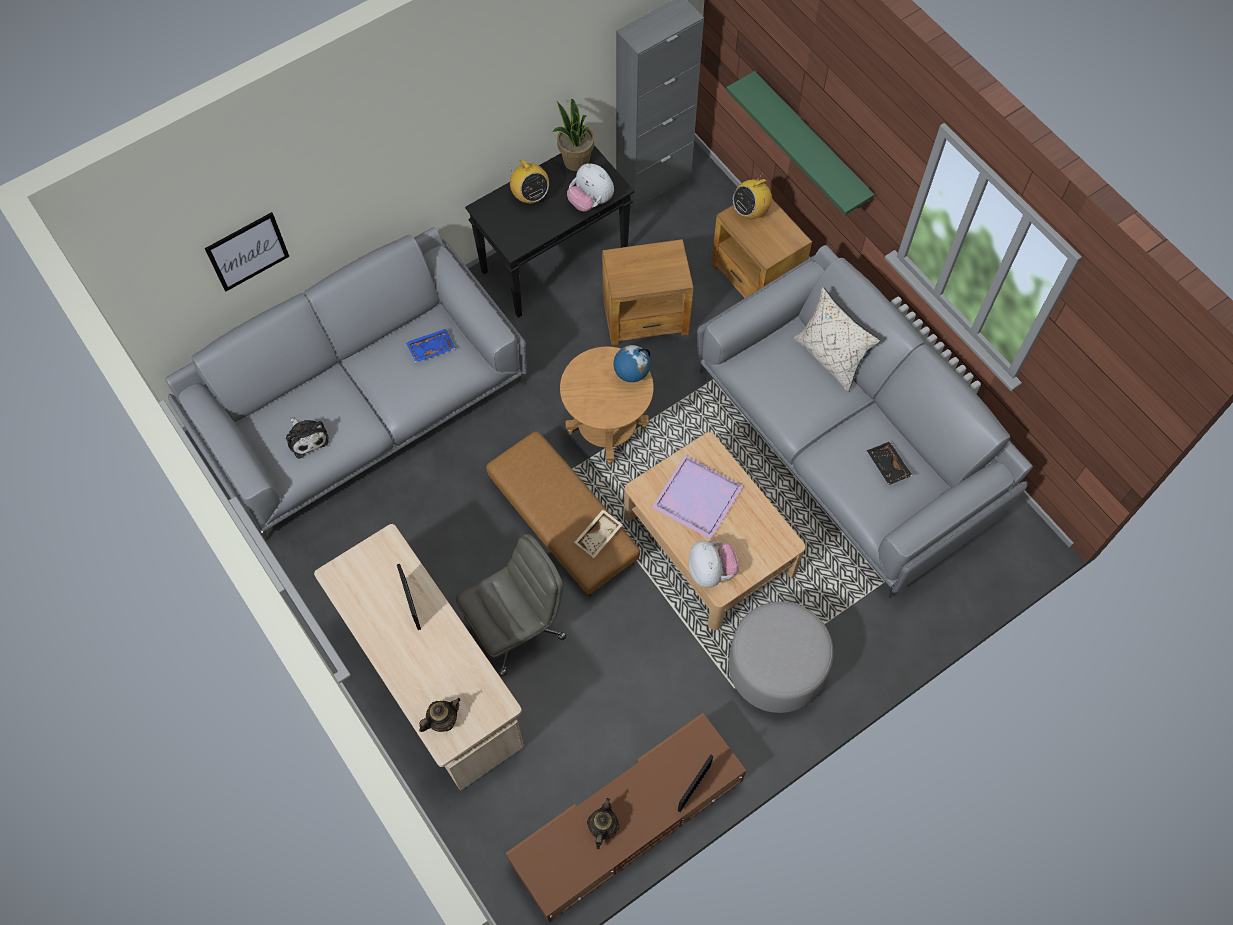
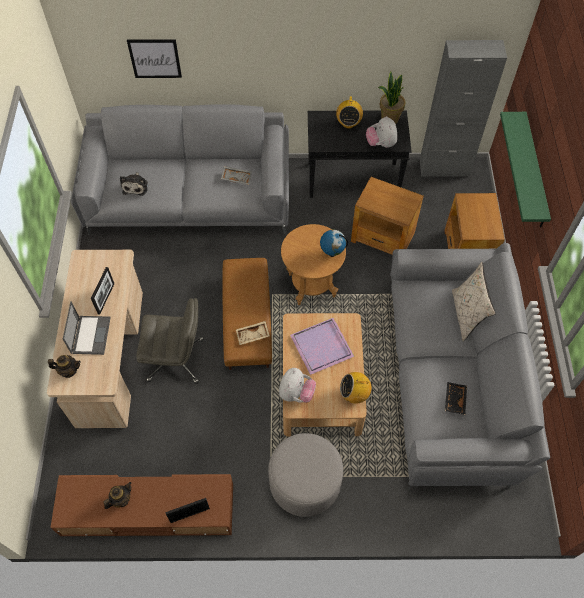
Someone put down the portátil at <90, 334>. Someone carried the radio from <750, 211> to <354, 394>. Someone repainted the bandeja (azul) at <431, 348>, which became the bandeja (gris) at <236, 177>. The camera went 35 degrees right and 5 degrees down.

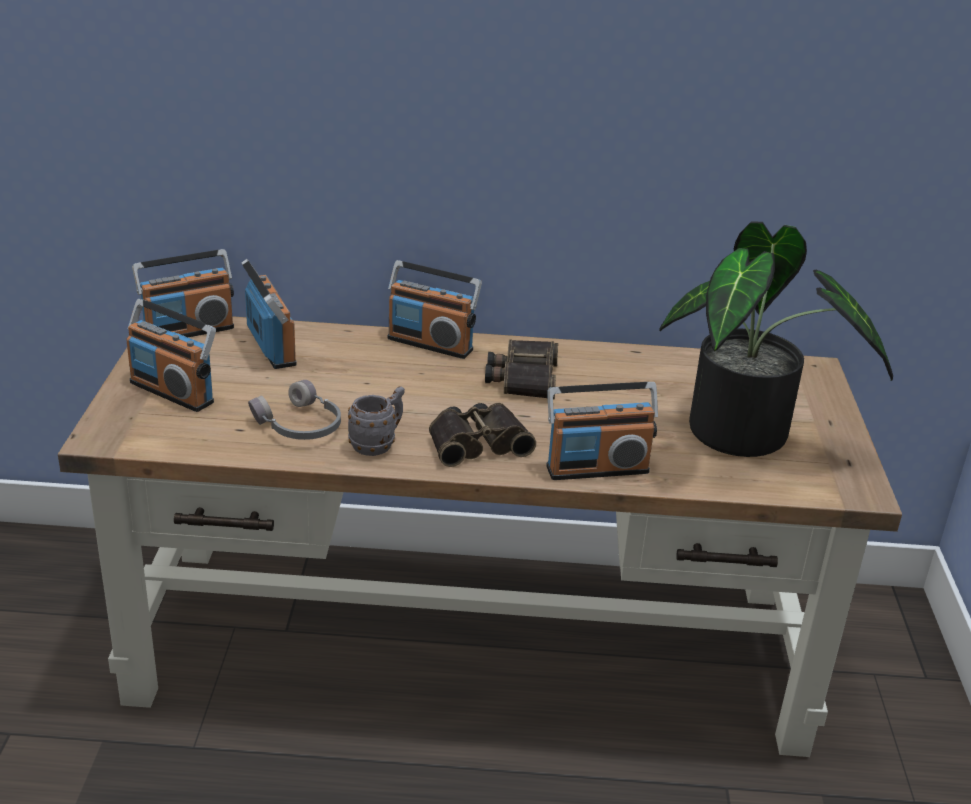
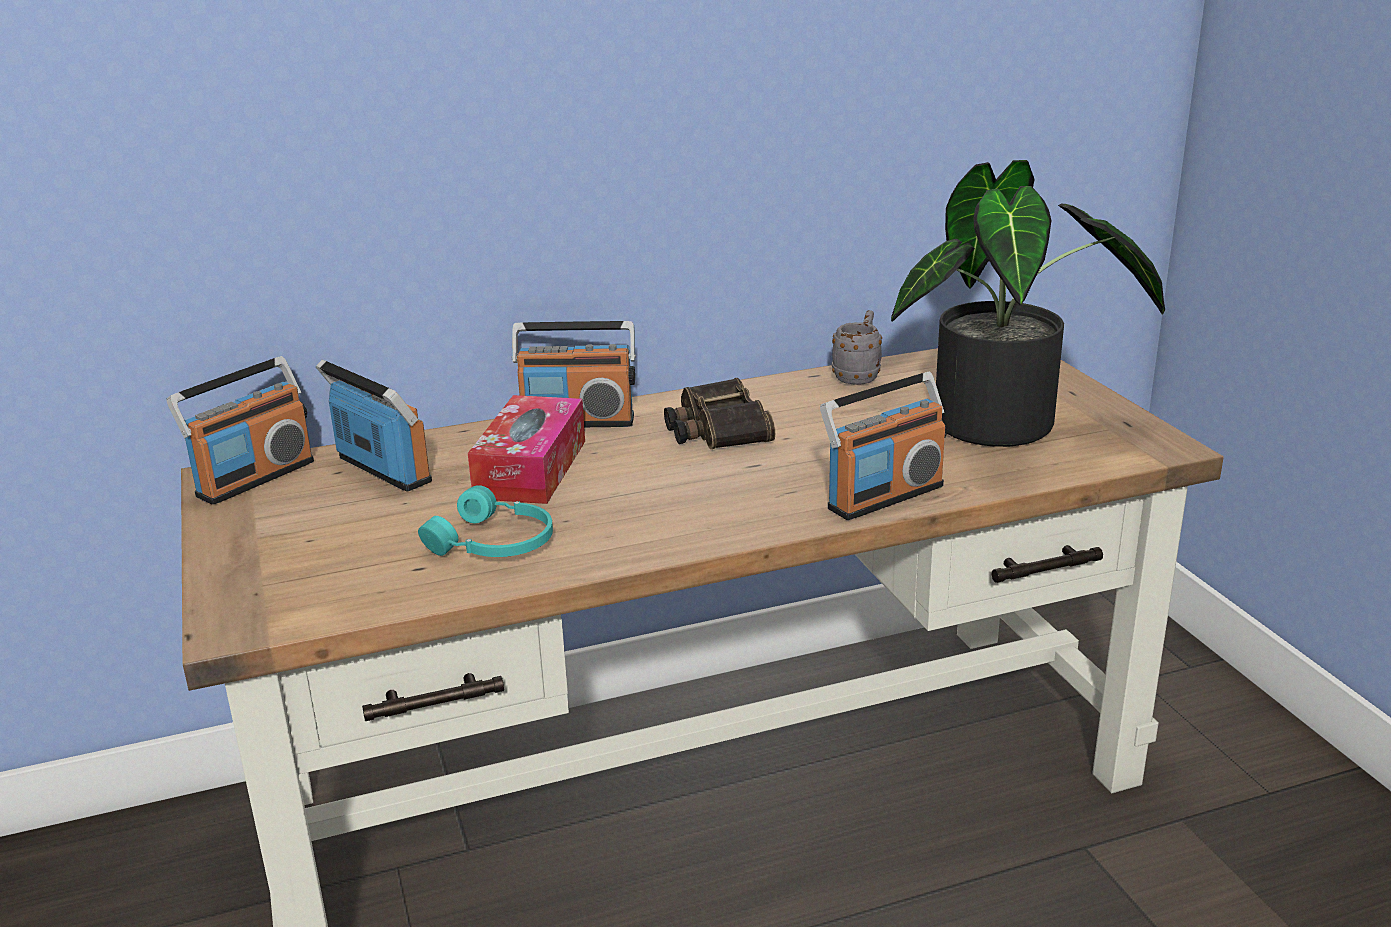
Someone took away the radio at <173, 392>. Someone took away the prismáticos at <477, 442>. Someone put down the caja de pañuelos at <531, 469>. Someone carried the taza grande (gris) from <378, 444> to <858, 376>. Someone repainted the auriculares (gris) at <299, 426>, which became the auriculares (turquesa) at <494, 544>. The camera went 20 degrees left and 5 degrees down.

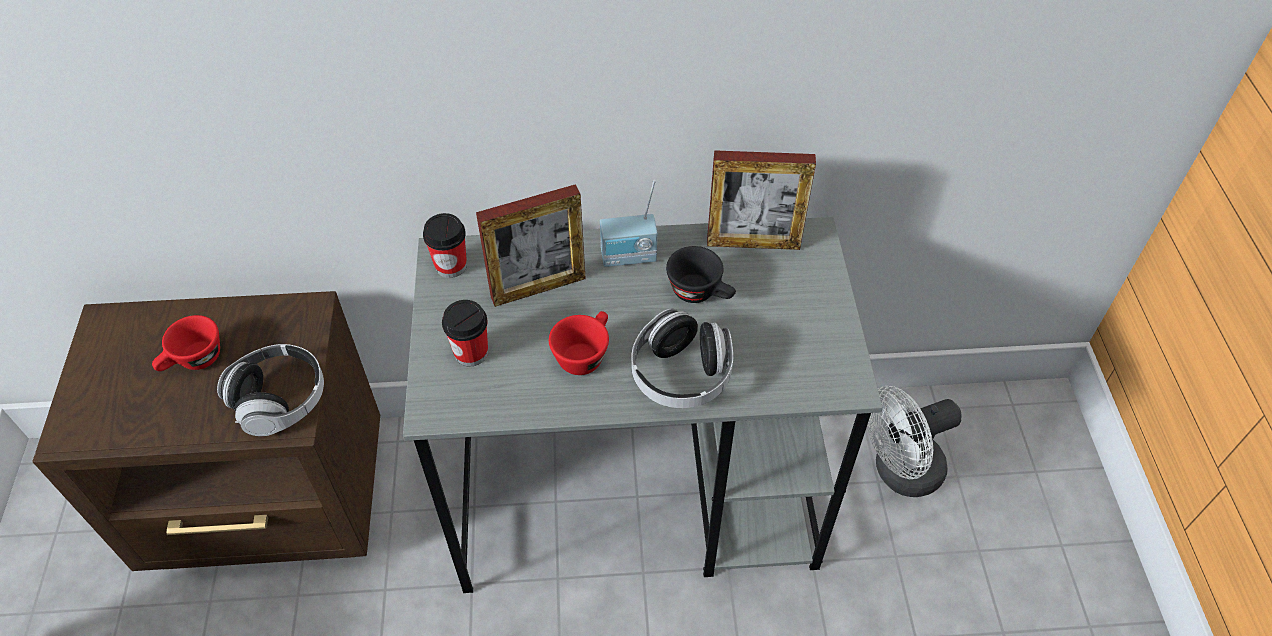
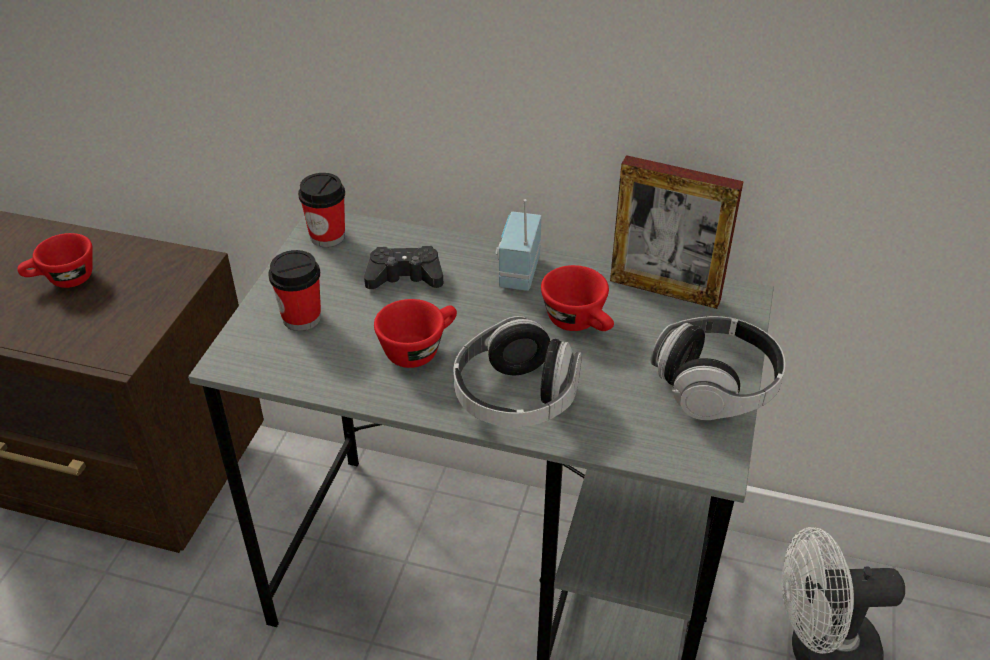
Someone carried the auriculares from <280, 400> to <715, 386>. Someone swapped the portarretratos at <538, 288> for the mando de consola (negro) at <405, 276>. Someone repainted the taza (negro) at <701, 293>, which became the taza (rojo) at <580, 323>. Someone rotated the radio at <629, 258> by 90 degrees clockwise. The camera went 20 degrees right and 10 degrees down.

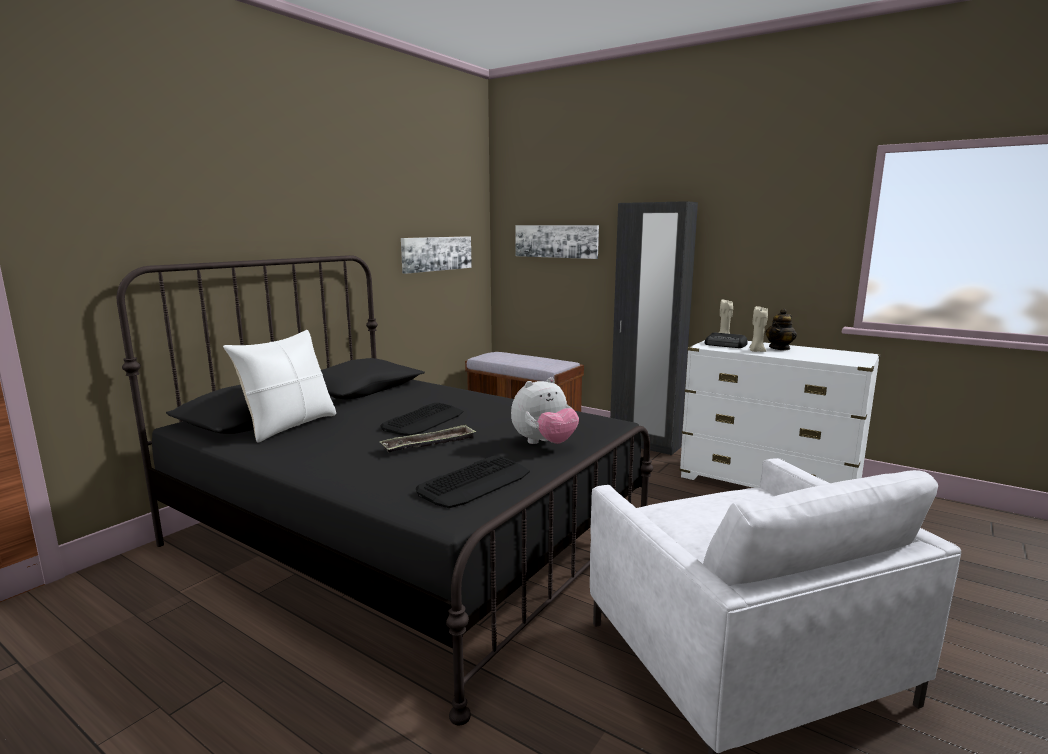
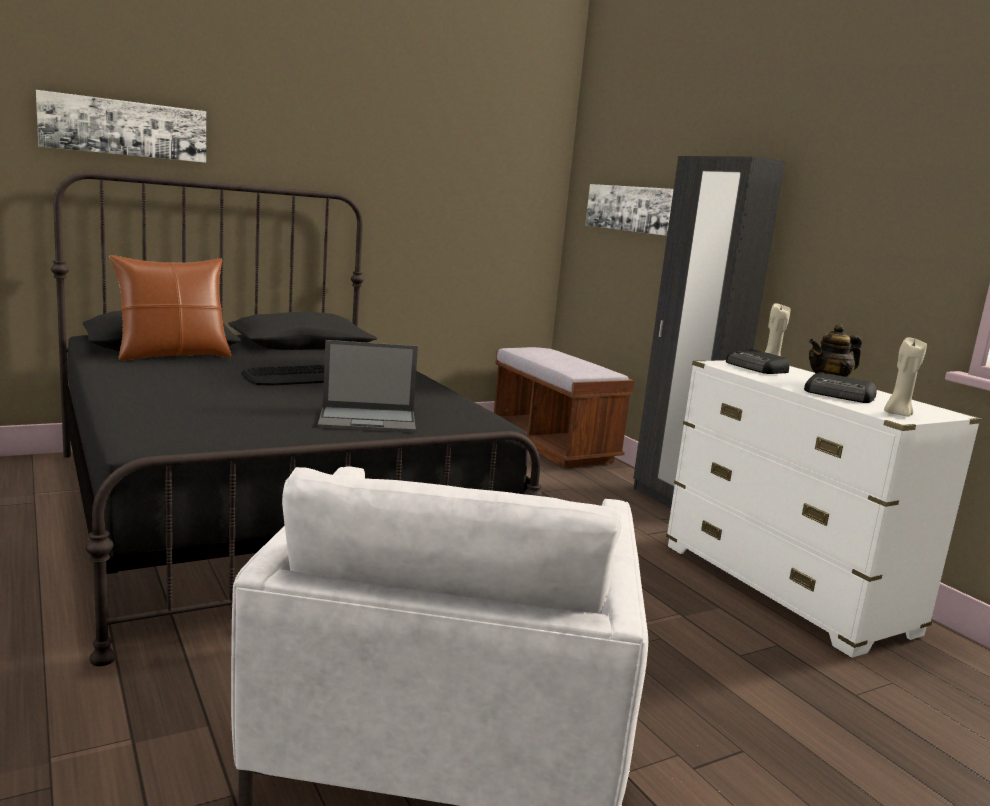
Someone took away the bandeja at <429, 444>. Someone took away the teclado at <475, 482>. Someone put down the radio at <840, 395>. Someone carried the cuadro from <436, 253> to <124, 128>. Someone carried the vela (beis) from <756, 351> to <897, 414>. Someone swapped the peluche at <544, 443> for the portátil at <369, 420>. Someone repainted the cojín (blanco) at <289, 425>, which became the cojín (marrón) at <173, 355>. The camera went 25 degrees right and 0 degrees up.

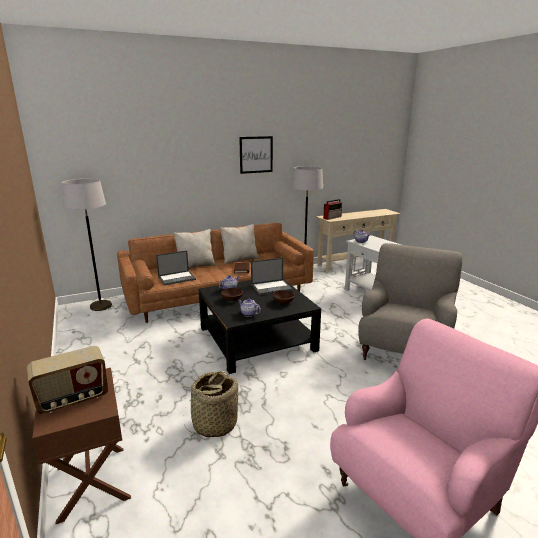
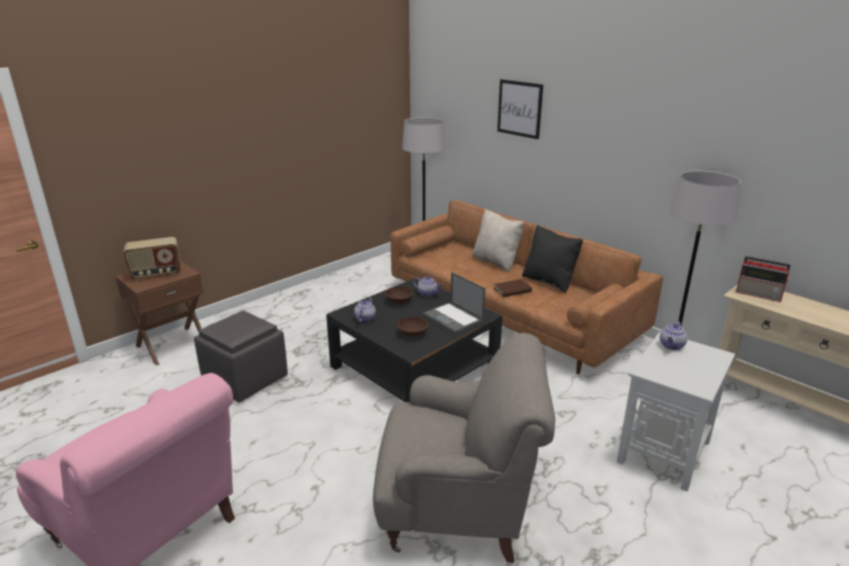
Someone took away the portátil at <177, 278>. Someone carried the cuadro from <256, 154> to <519, 108>. Someone swapped the cesta at <214, 424> for the puf (gris) at <245, 379>. Someone repainted the cojín (beis) at <239, 259>, which became the cojín (negro) at <549, 281>. Someone rotated the radio at <73, 399> by 60 degrees counterclockwise. The camera went 70 degrees right and 5 degrees up.

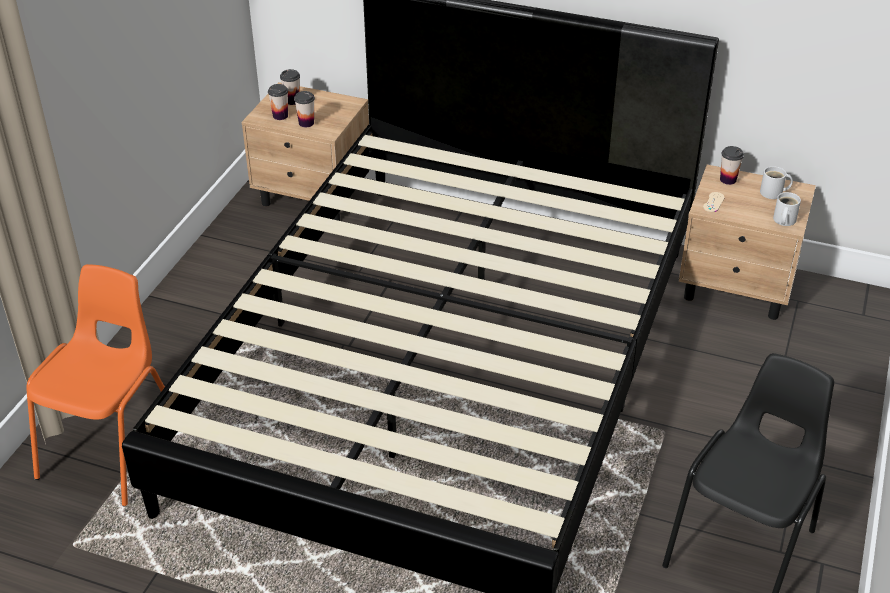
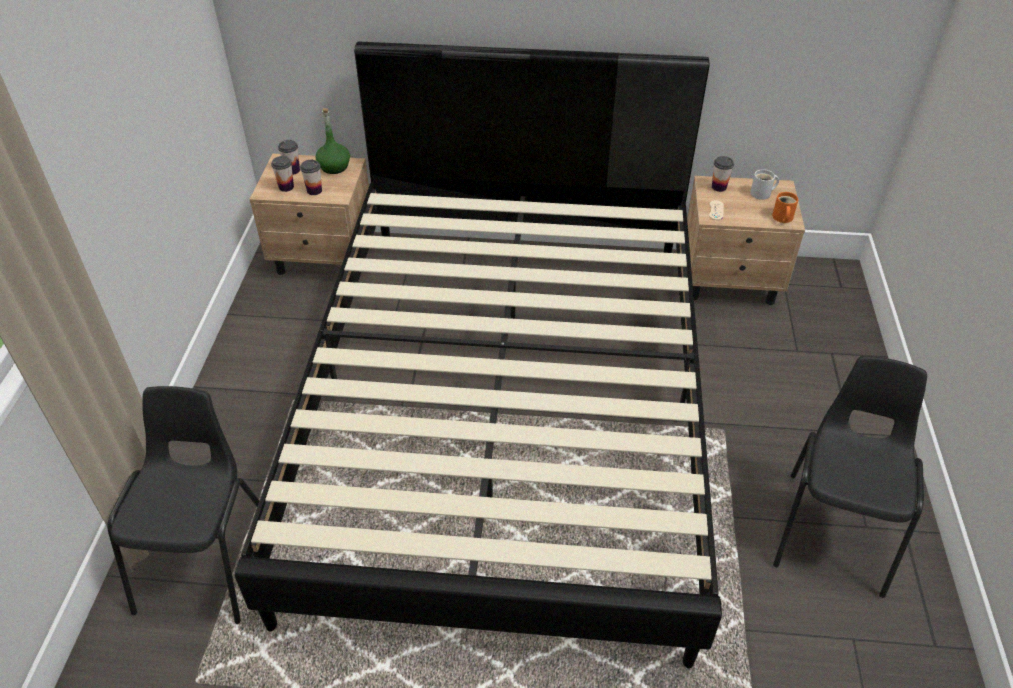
Someone put down the botella (verde) at <334, 167>. Someone repainted the silla (naranja) at <114, 450>, which became the silla (negro) at <208, 562>. Someone repainted the taza grande (blanco) at <783, 220>, which became the taza grande (naranja) at <782, 218>. The camera went 15 degrees left and 5 degrees up.

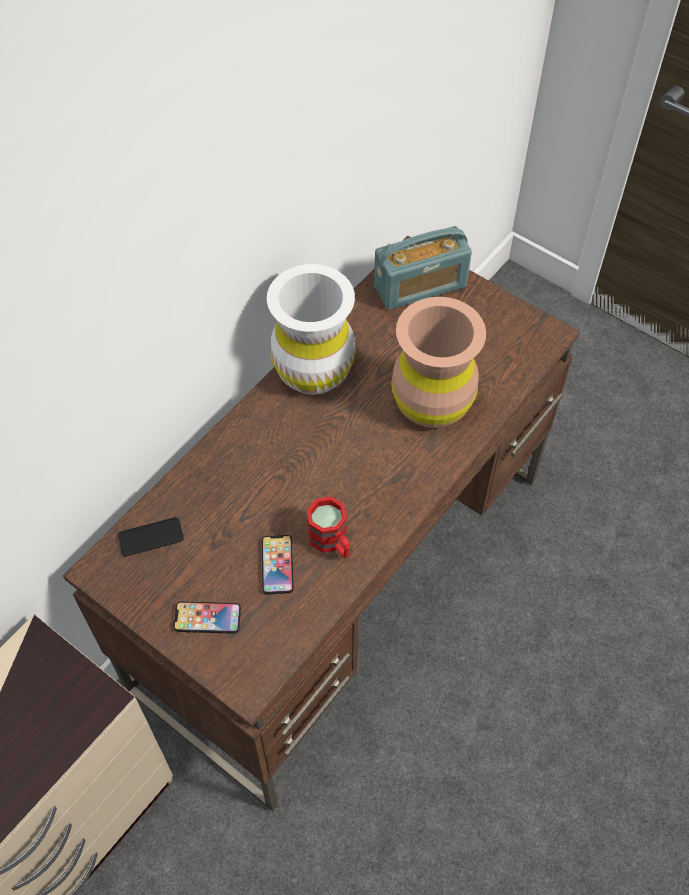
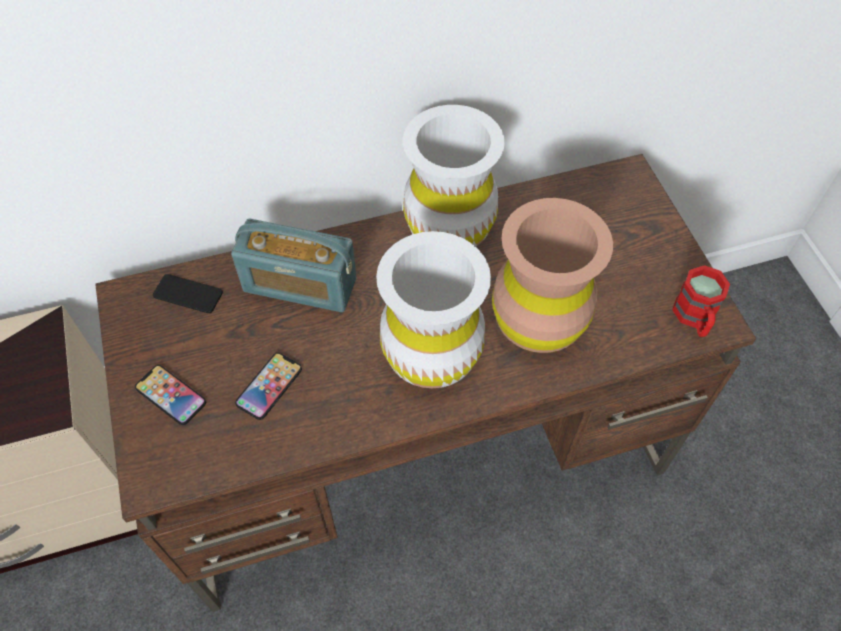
Someone put down the florero (blanco) at <431, 356>. Someone carried the taza grande (rojo) from <332, 542> to <695, 318>. Someone carried the radio from <420, 286> to <300, 285>. The camera went 35 degrees right and 0 degrees up.

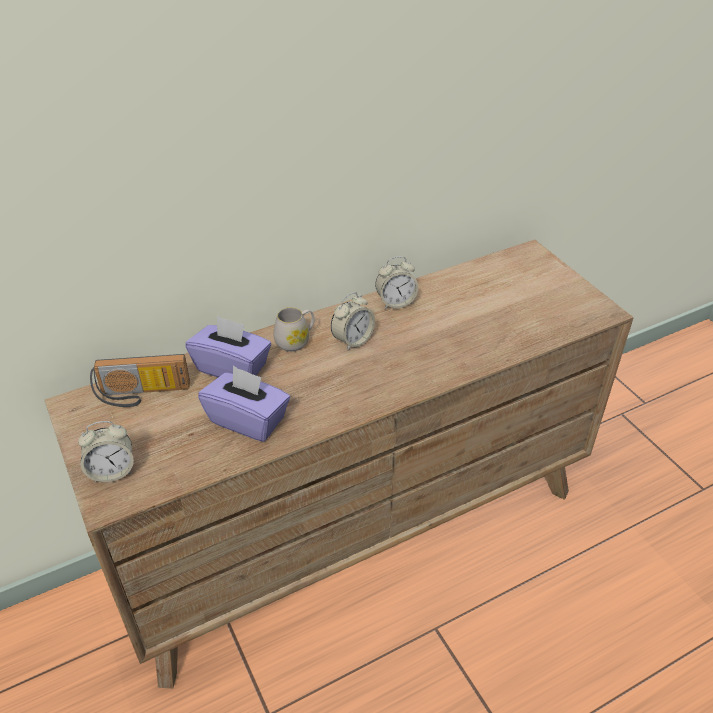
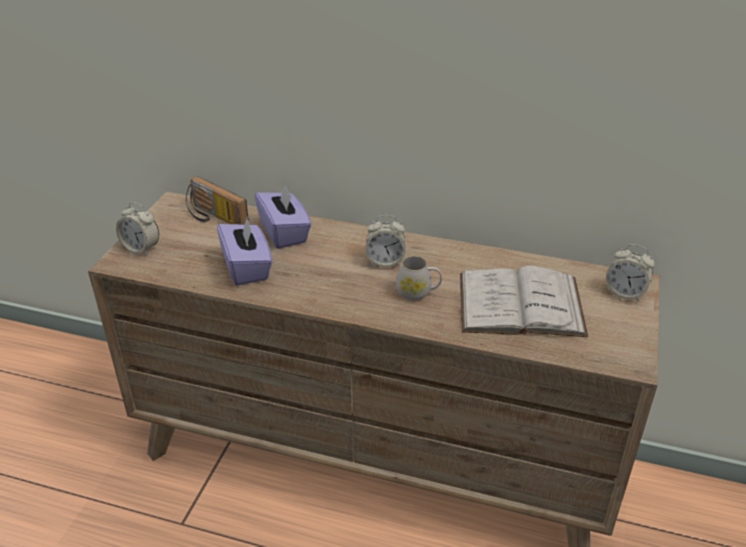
Someone put down the libro (blanco) at <520, 304>. Someone carried the taza grande (blanco) from <296, 341> to <418, 292>. Someone carried the despertador from <395, 302> to <625, 293>. The camera went 45 degrees right and 5 degrees down.

